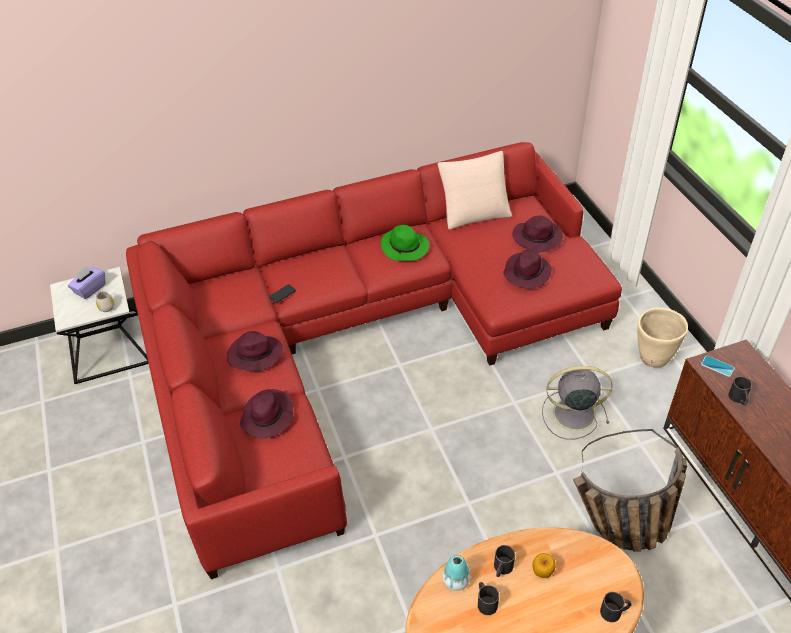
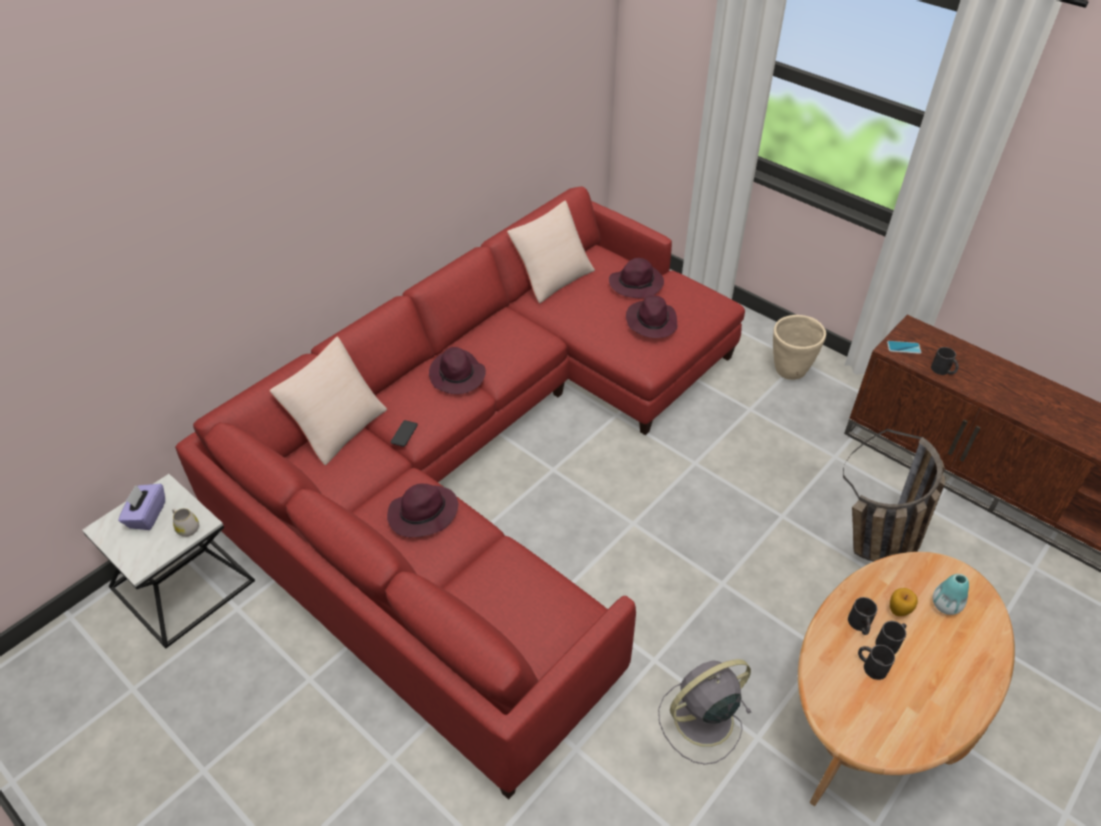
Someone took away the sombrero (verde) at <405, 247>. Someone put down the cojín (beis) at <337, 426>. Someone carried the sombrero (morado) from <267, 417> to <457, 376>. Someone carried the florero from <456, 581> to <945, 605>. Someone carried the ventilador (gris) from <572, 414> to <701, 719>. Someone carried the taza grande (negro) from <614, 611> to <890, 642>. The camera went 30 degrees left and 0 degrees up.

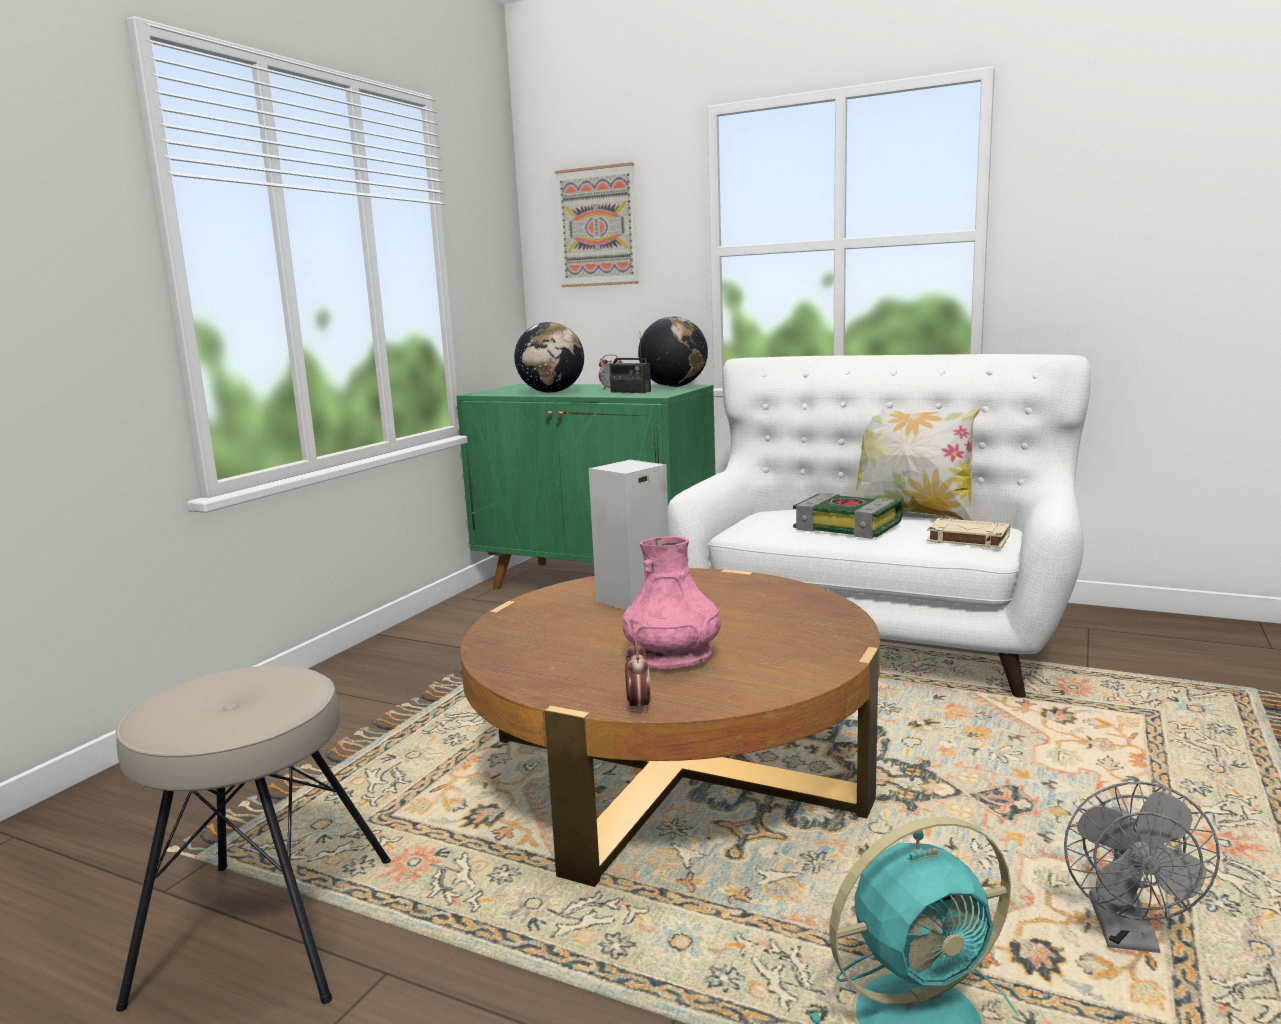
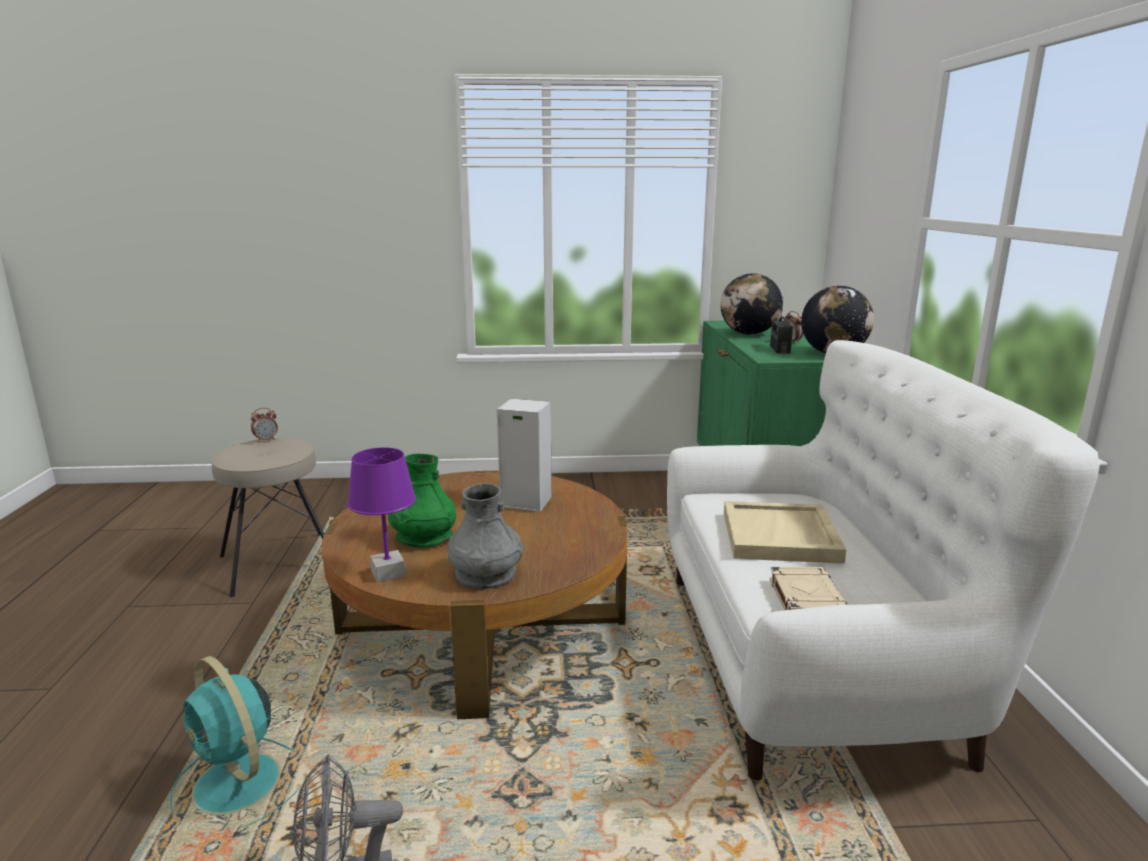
Someone took away the cuadro at <598, 227>. Someone took away the cojín at <913, 514>. Someone put down the lámpara de mesa (morado) at <388, 573>. Someone put down the florero (gris) at <486, 573>. Someone carried the despertador from <638, 706> to <266, 440>. Someone swapped the libro at <849, 527> for the bandeja (beis) at <781, 537>. Someone repainted the florero (rosa) at <673, 657>, which became the florero (verde) at <424, 537>. The camera went 60 degrees right and 5 degrees up.

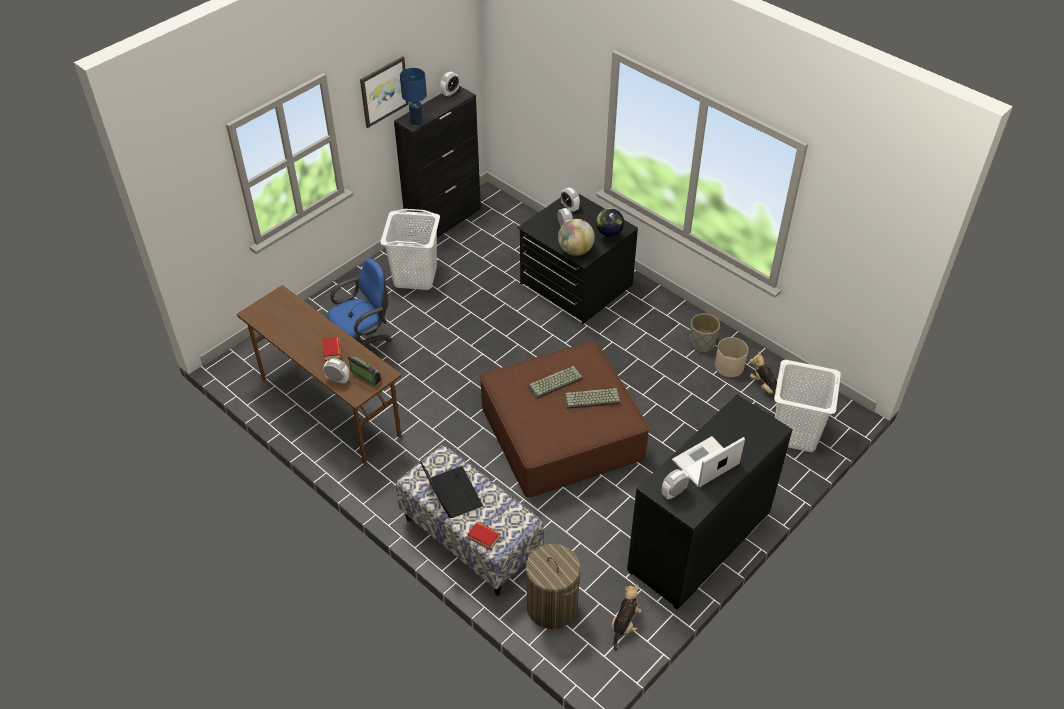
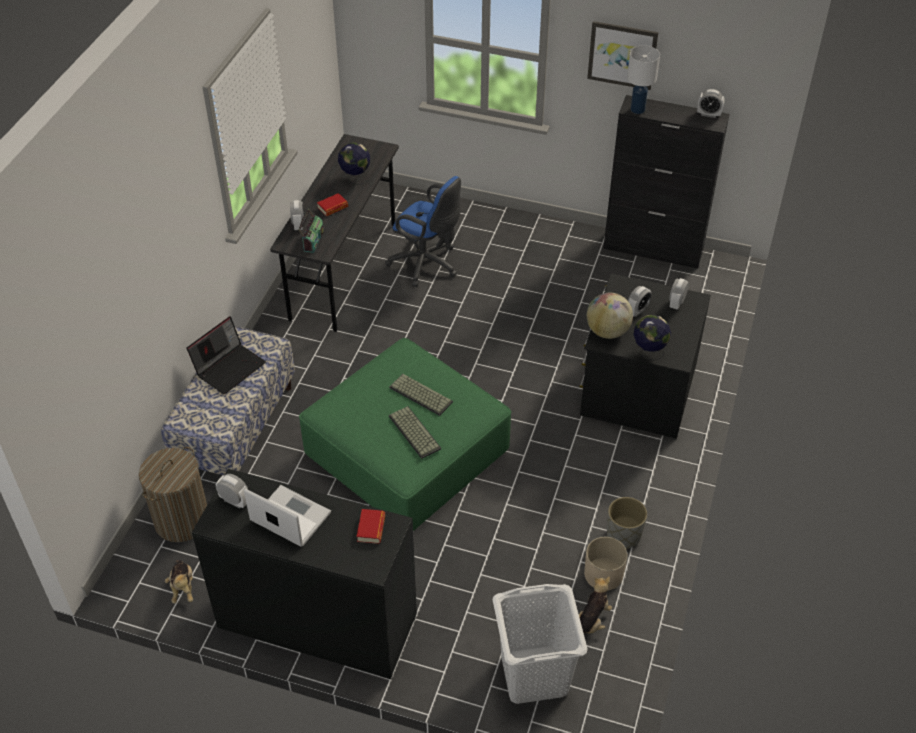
Someone took away the cesto de la ropa (blanco) at <416, 276>. Someone put down the globo terráqueo at <355, 178>. Someone carried the libro from <484, 537> to <371, 528>. Someone repainted the escritorio (marrón) at <329, 407>, which became the escritorio (gris) at <343, 270>. Someone repainted the lámpara de mesa (azul) at <416, 121>, which became the lámpara de mesa (blanco) at <638, 109>. Someone repainted the puf (marrón) at <561, 435>, which became the puf (verde) at <405, 452>. Someone rotated the peluche at <624, 624> by 75 degrees clockwise. The camera went 65 degrees right and 0 degrees up.

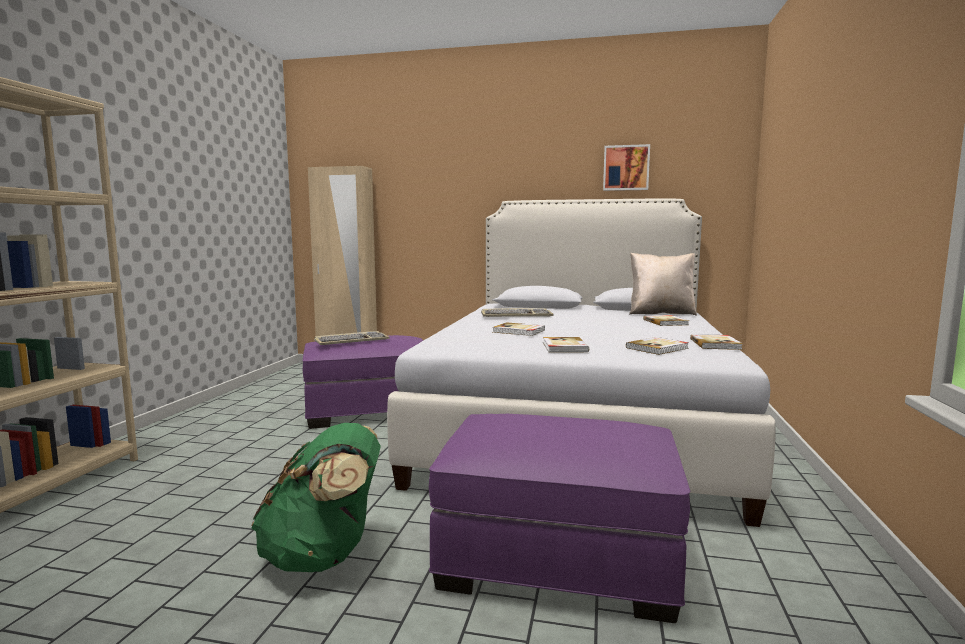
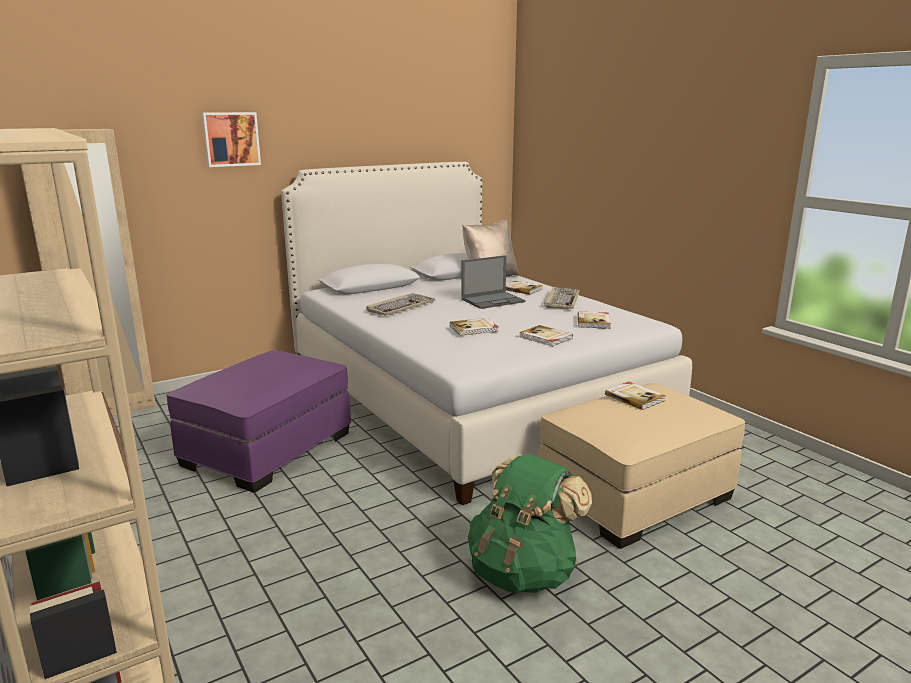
Someone put down the portátil at <493, 300>. Someone carried the teclado from <352, 341> to <562, 300>. Someone carried the cuadro from <626, 168> to <231, 139>. Someone carried the libro from <715, 344> to <634, 397>. Someone repainted the puf (morado) at <560, 557>, which became the puf (beis) at <636, 495>. The camera went 45 degrees left and 10 degrees up.

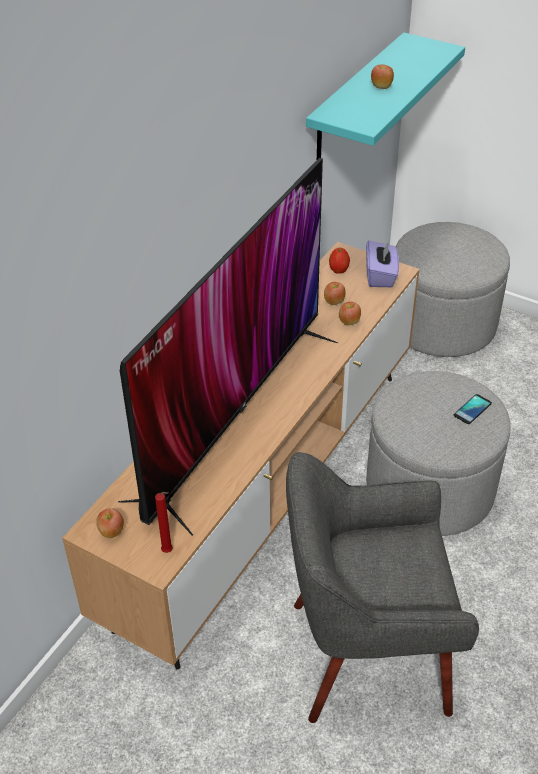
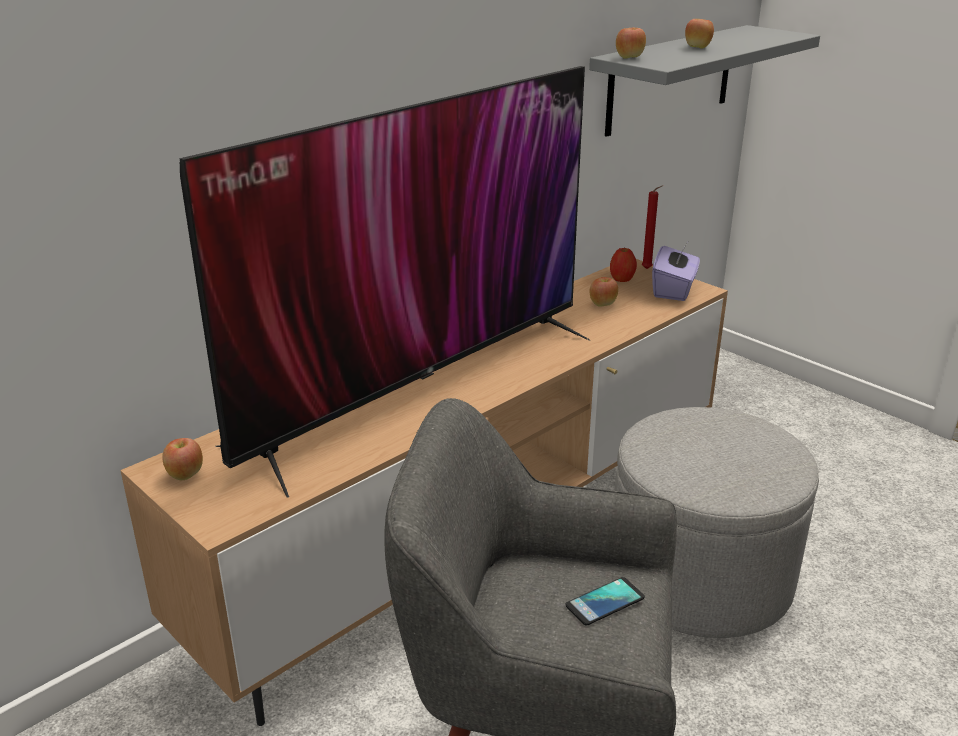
Someone took away the puf (gris) at <442, 324>. Someone carried the vela (rojo) from <169, 551> to <648, 269>. Someone carried the manzana from <349, 322> to <629, 58>. Someone carried the móvil from <472, 409> to <605, 602>. Someone repainted the estante (turquesa) at <356, 101>, which became the estante (gris) at <670, 79>. The camera went 15 degrees right and 15 degrees down.

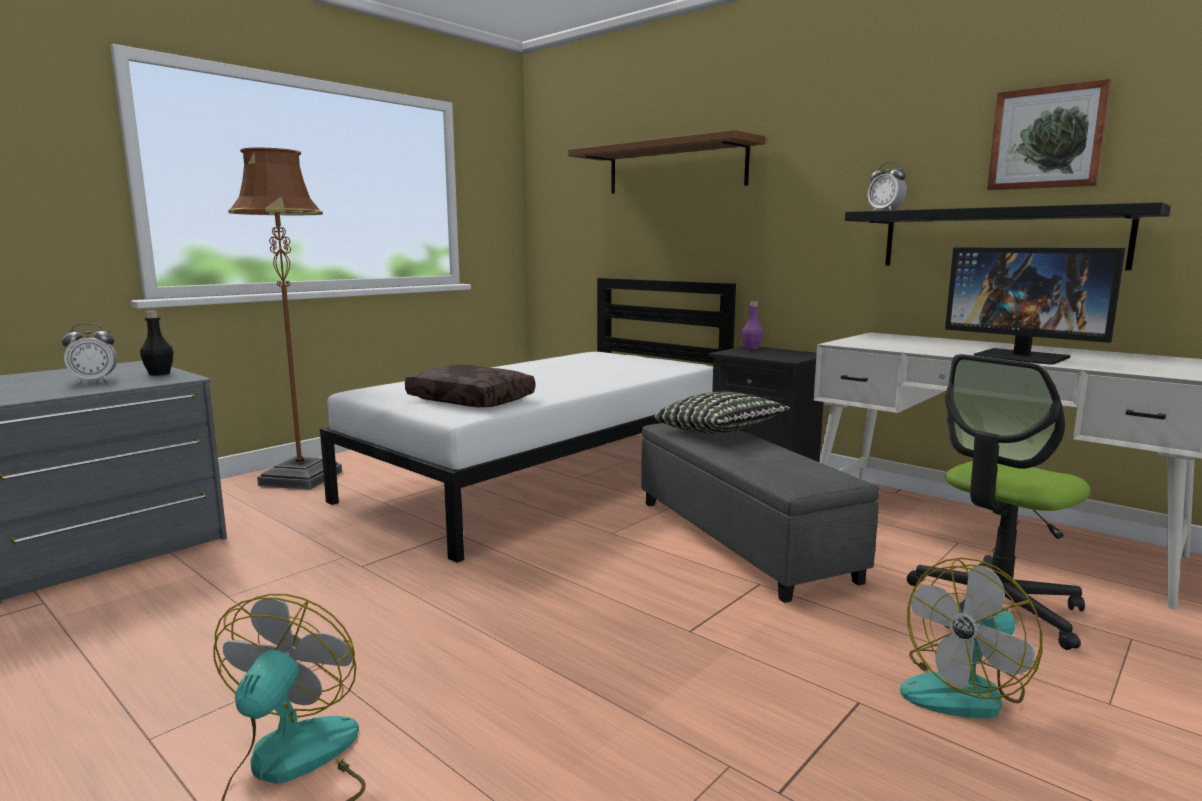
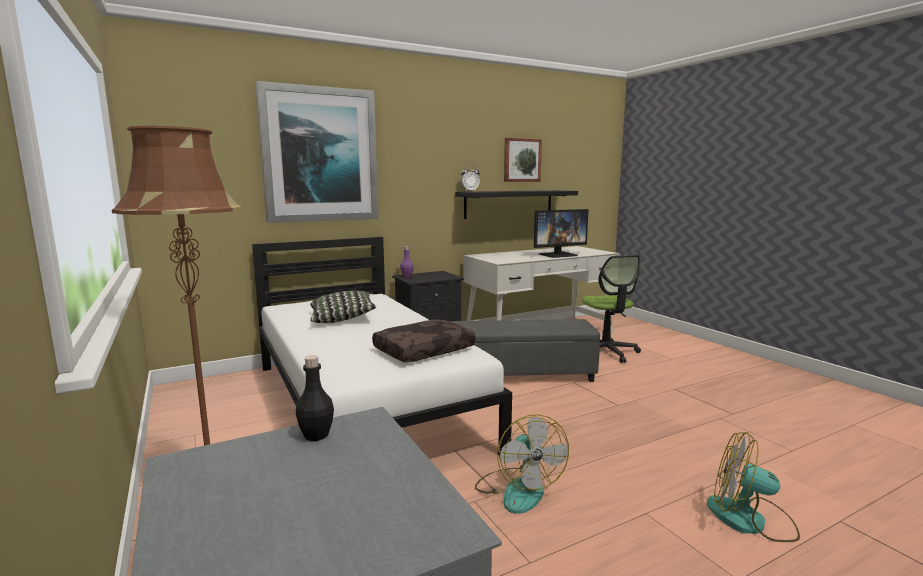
Someone took away the despertador at <94, 381>. Someone carried the cojín from <719, 433> to <342, 319>. Someone carried the ventilador from <964, 691> to <518, 489>. Someone swapped the estante (marrón) at <675, 167> for the cuadro at <320, 155>. The camera went 70 degrees left and 0 degrees up.

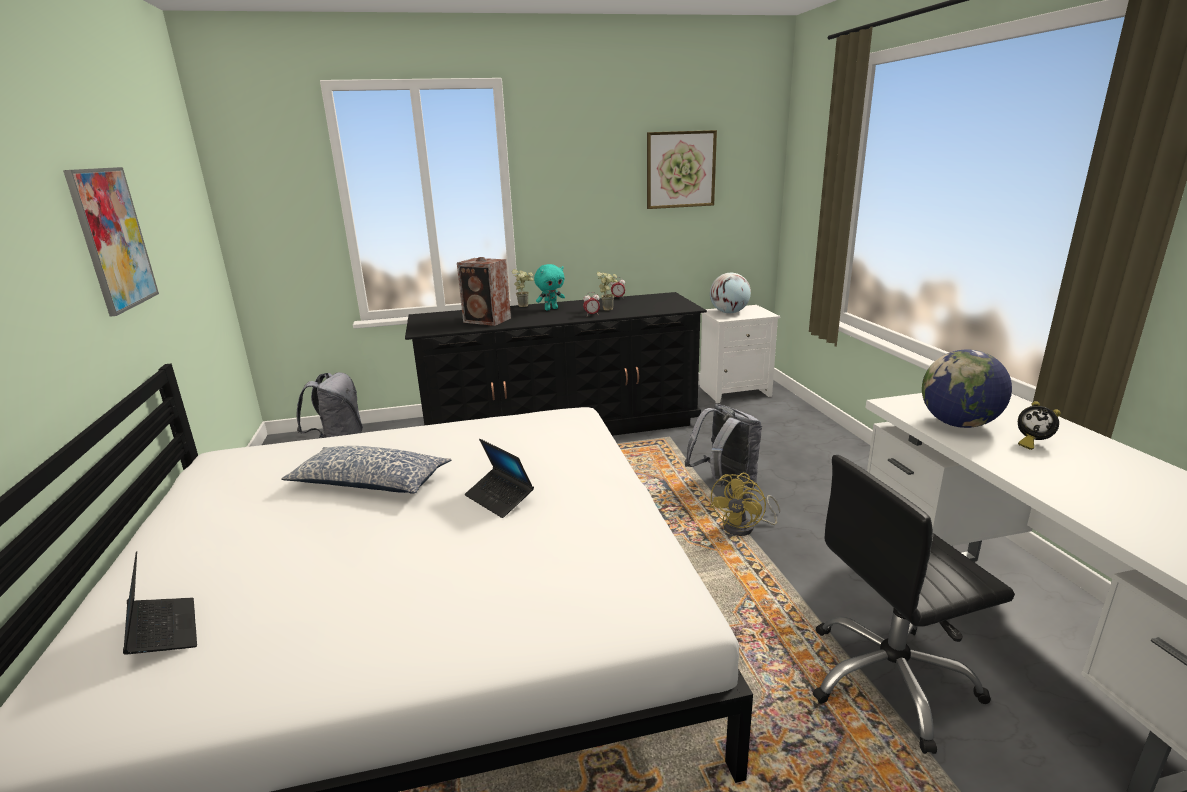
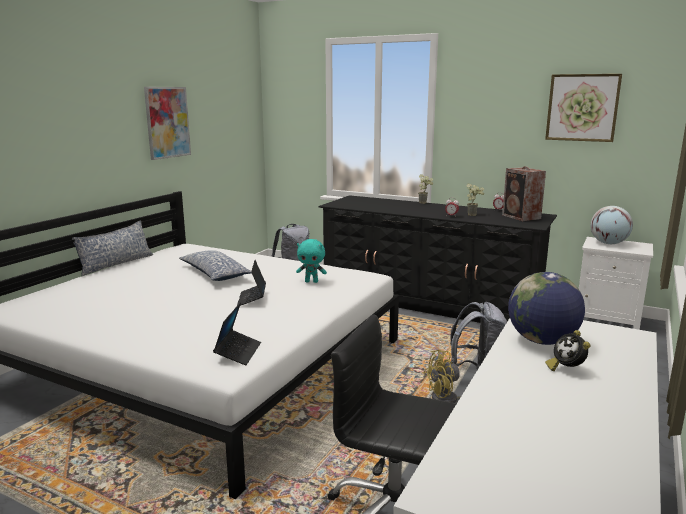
Someone put down the cojín at <116, 264>. Someone carried the portátil from <163, 632> to <238, 352>. Someone carried the altavoz from <488, 320> to <521, 217>. Someone carried the peluche (turquesa) from <551, 309> to <311, 281>. The camera went 40 degrees right and 5 degrees down.

